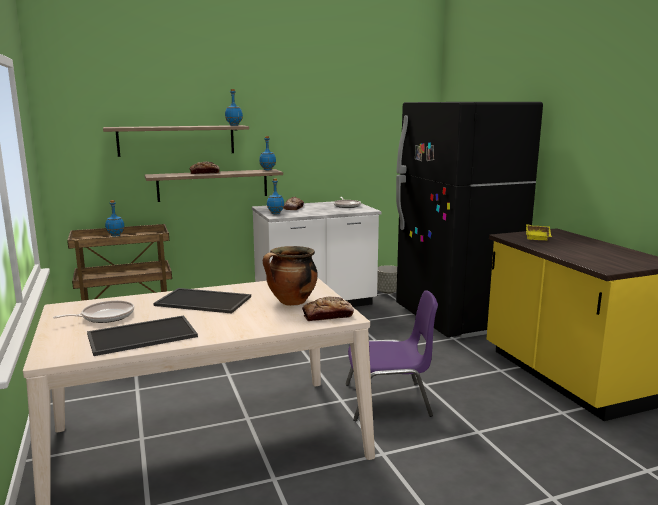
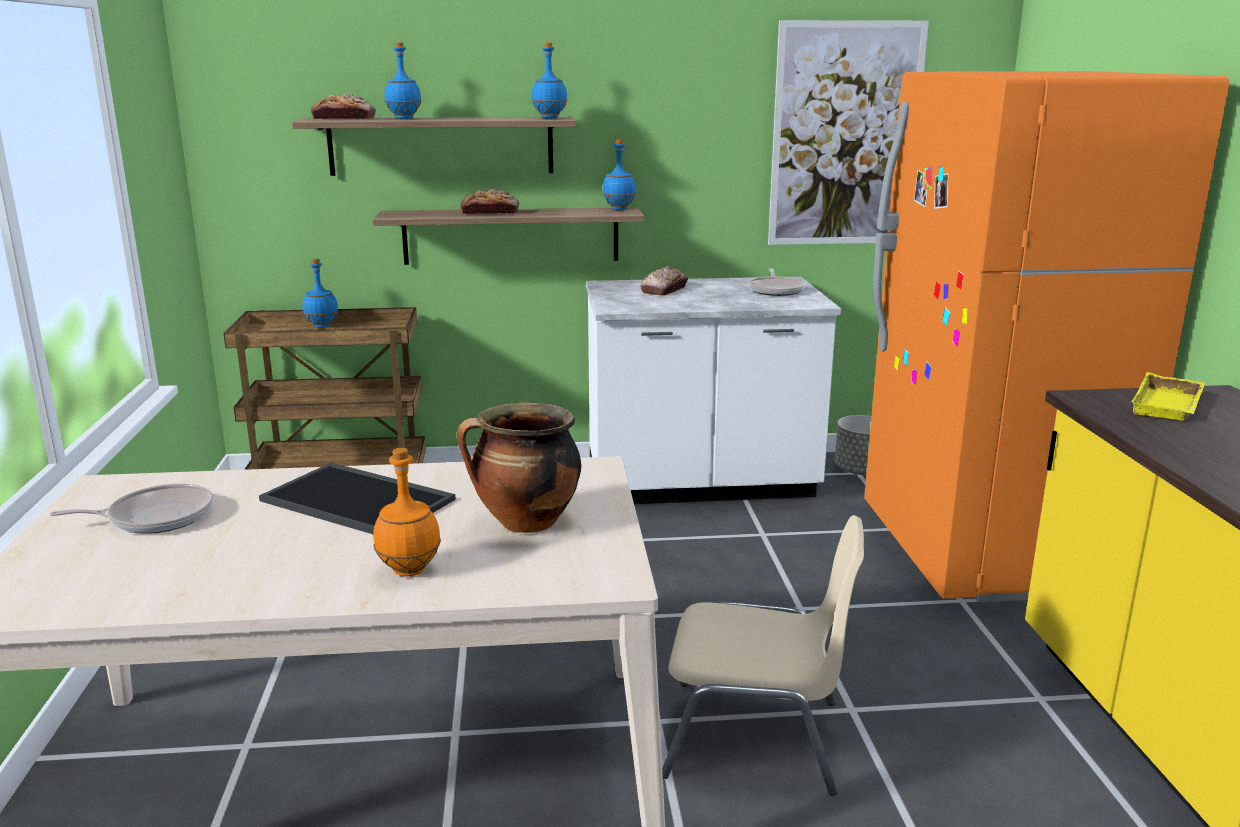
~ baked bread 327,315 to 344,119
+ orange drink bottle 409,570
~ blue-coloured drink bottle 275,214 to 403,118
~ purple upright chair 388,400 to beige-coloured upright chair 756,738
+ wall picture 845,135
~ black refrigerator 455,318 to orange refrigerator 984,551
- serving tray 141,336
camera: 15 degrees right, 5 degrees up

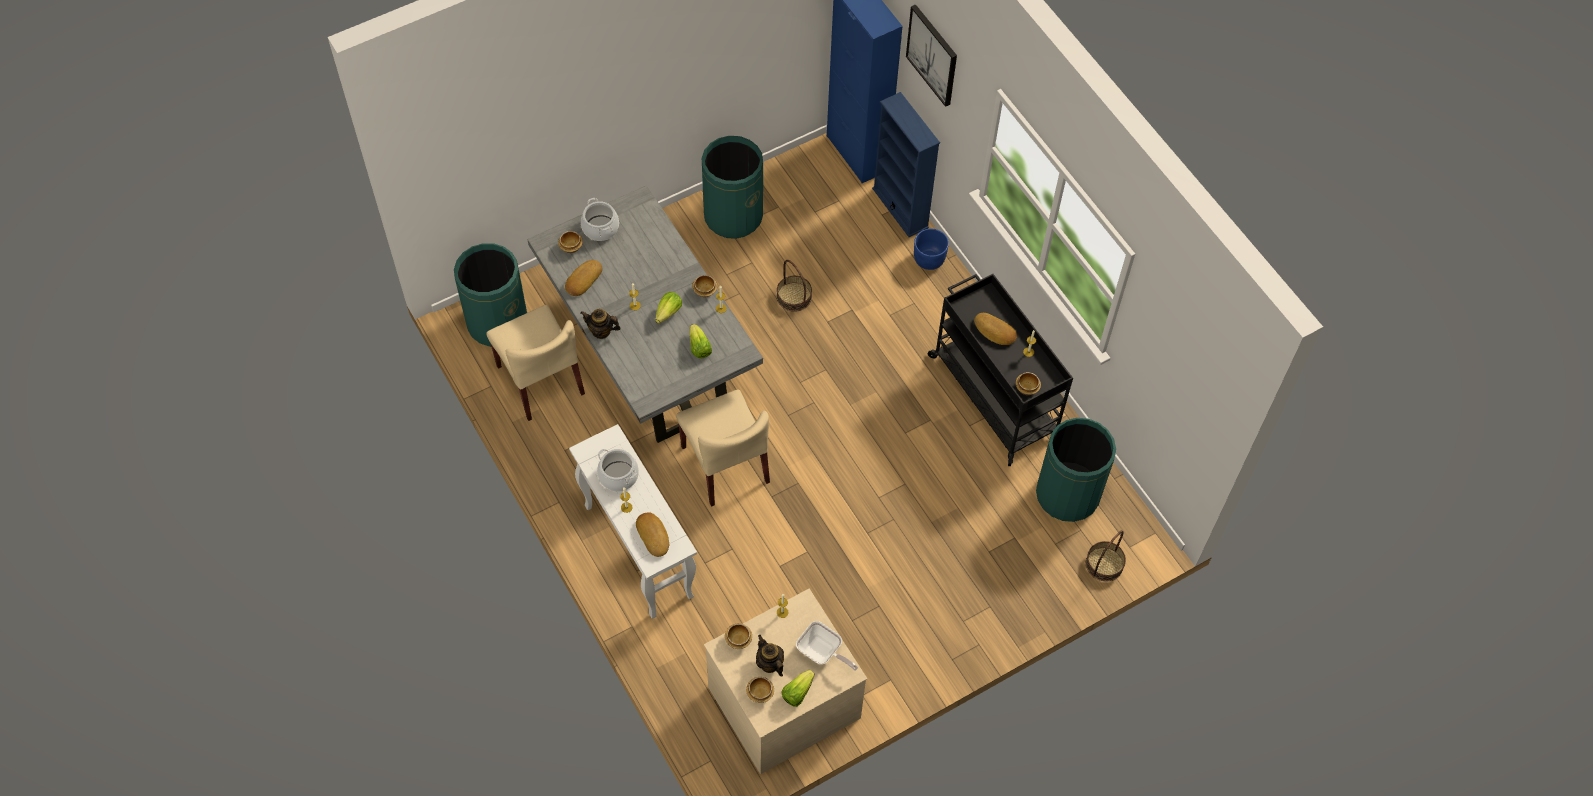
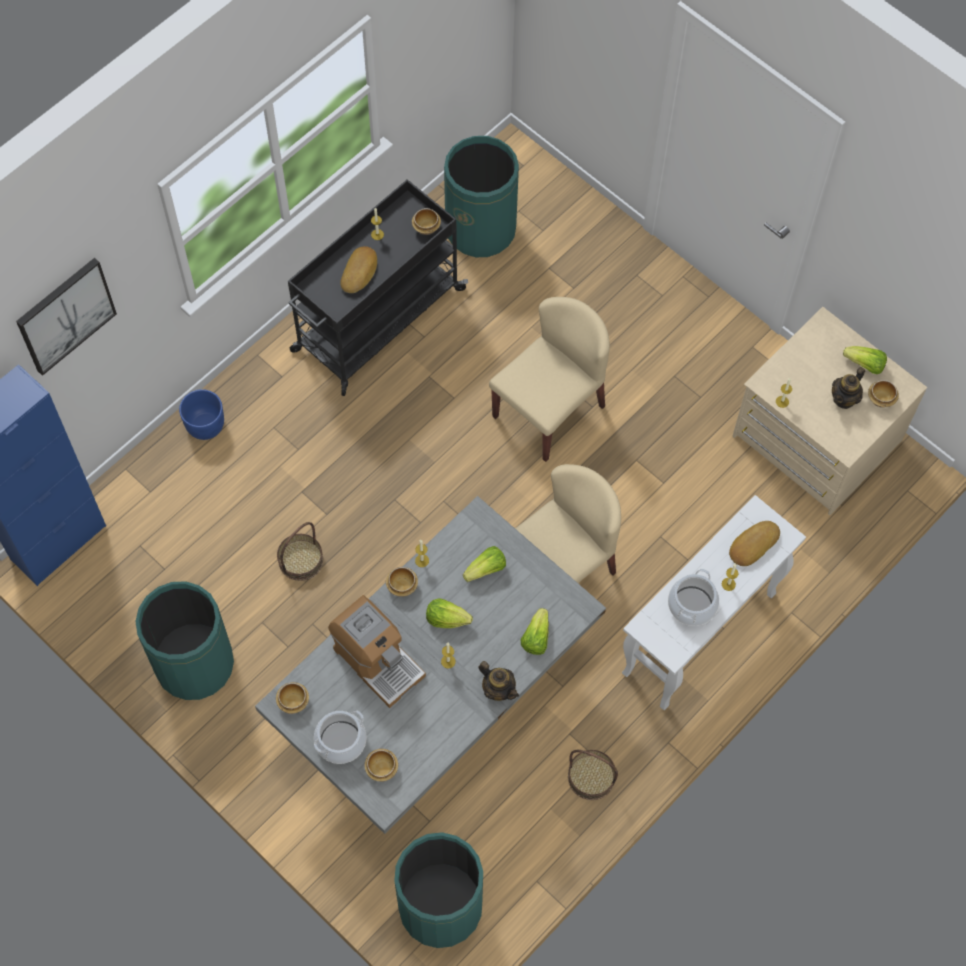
~ serving bowl 738,639 to 292,702
+ coffee maker 377,661
~ tea pot 601,331 = 498,689 45 degrees counterclockwise
~ beige-coloured upright chair 540,380 to 549,410
+ lettuce 536,638
~ storage basket 1104,564 to 591,777
- baked bread 583,279
- skillet 822,653
- blue-coloured shelving unit 900,208
camera: 105 degrees left, 5 degrees up

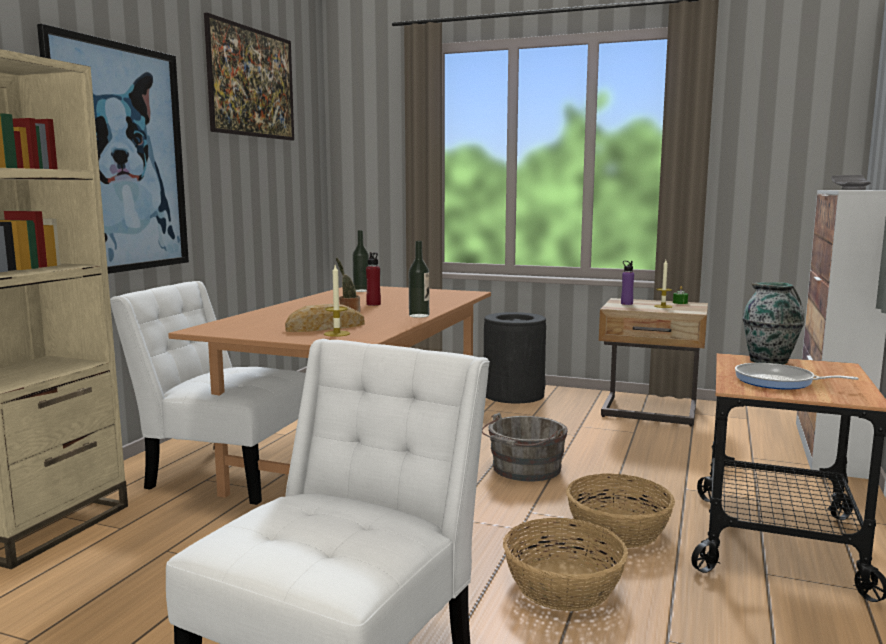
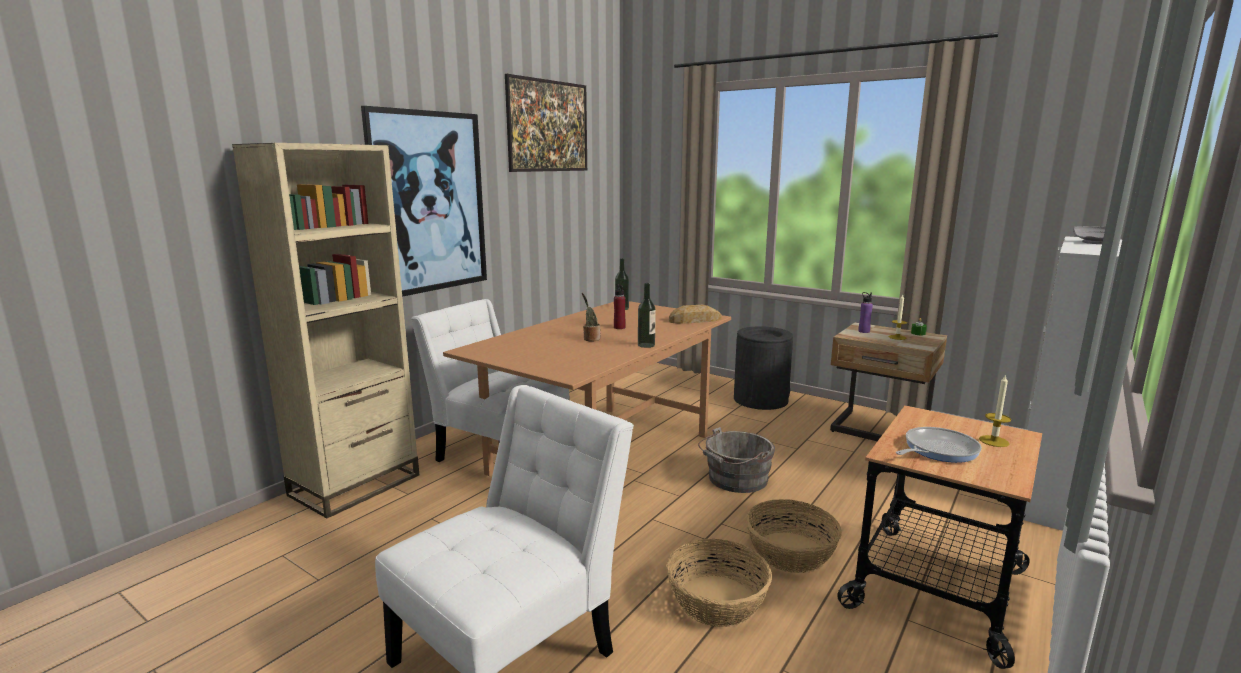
~ baked bread 325,327 to 695,320
~ skillet 778,382 = 937,450 105 degrees clockwise
~ candle 337,334 to 994,441
- flower vase 770,361
camera: 15 degrees right, 5 degrees up

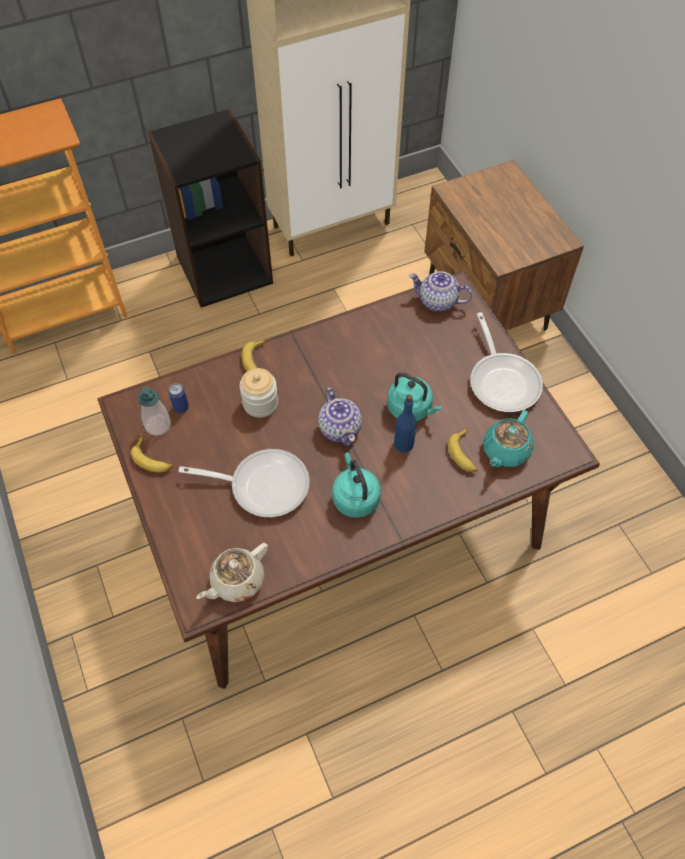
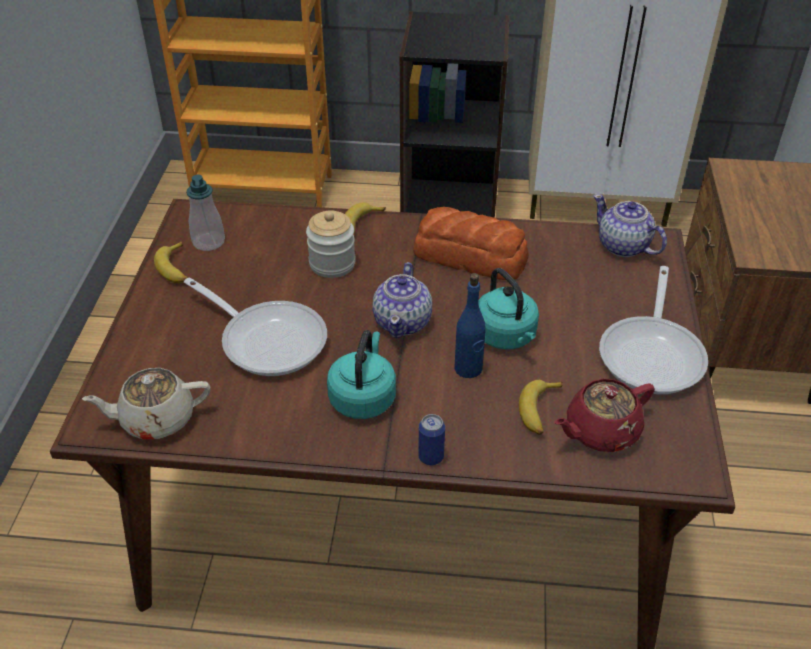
+ baked bread 471,256
~ can 181,407 to 431,457
~ blue-green tea pot 505,451 to red-coloured tea pot 600,431
camera: 30 degrees right, 15 degrees down

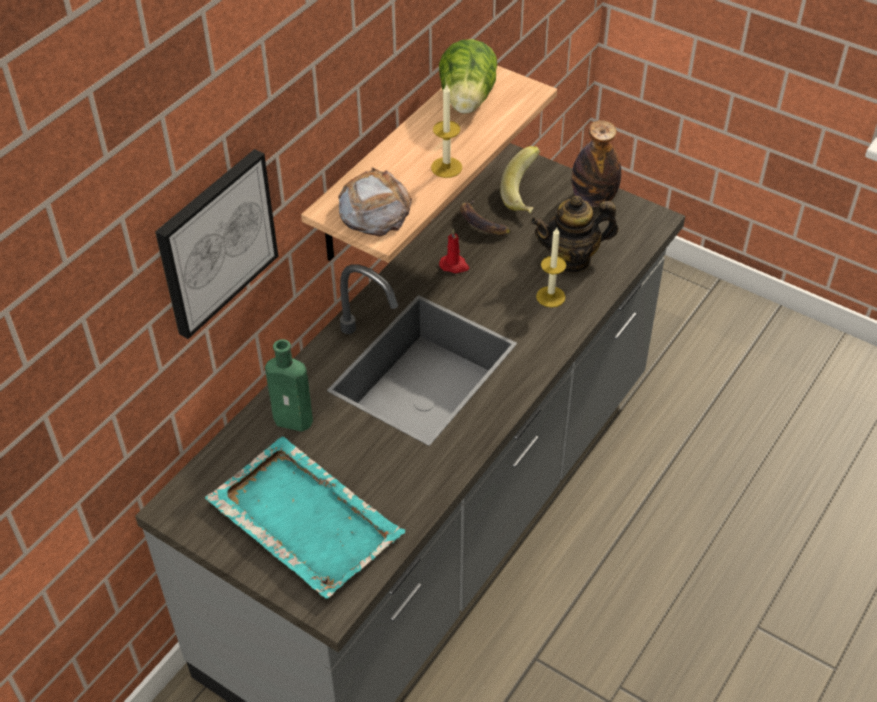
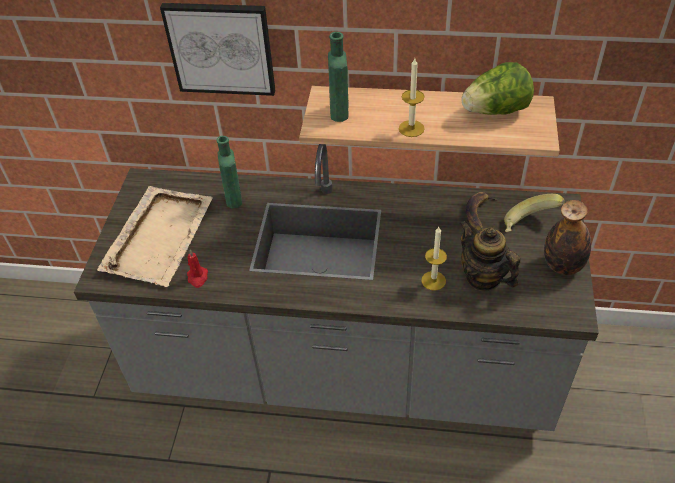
~ blue-green serving tray 303,518 to beige-coloured serving tray 159,236
~ red-coloured candle 454,265 to 197,278
~ baked bread 374,210 to green drink bottle 339,113
camera: 65 degrees right, 0 degrees up

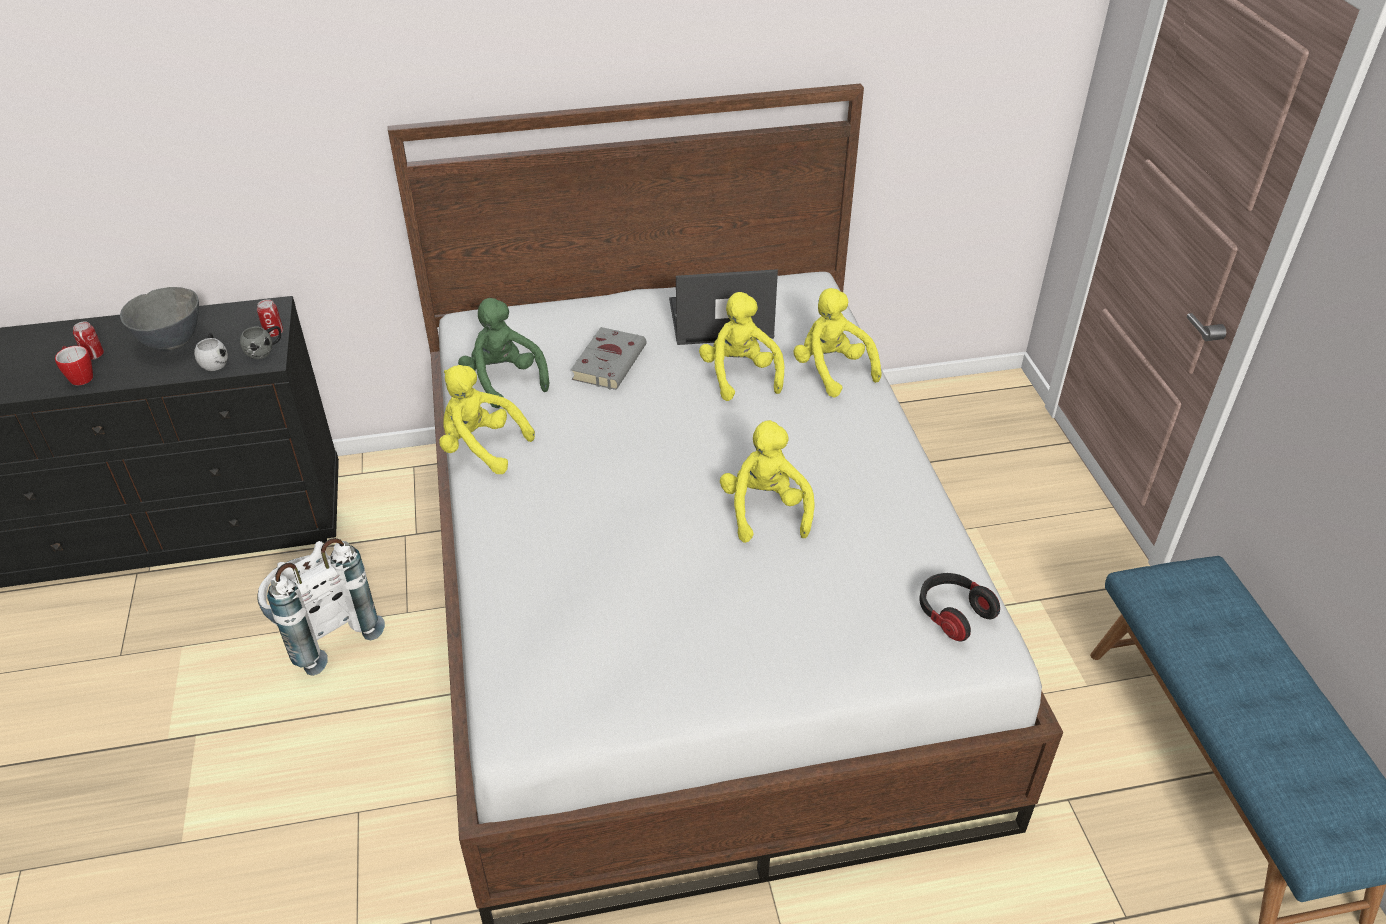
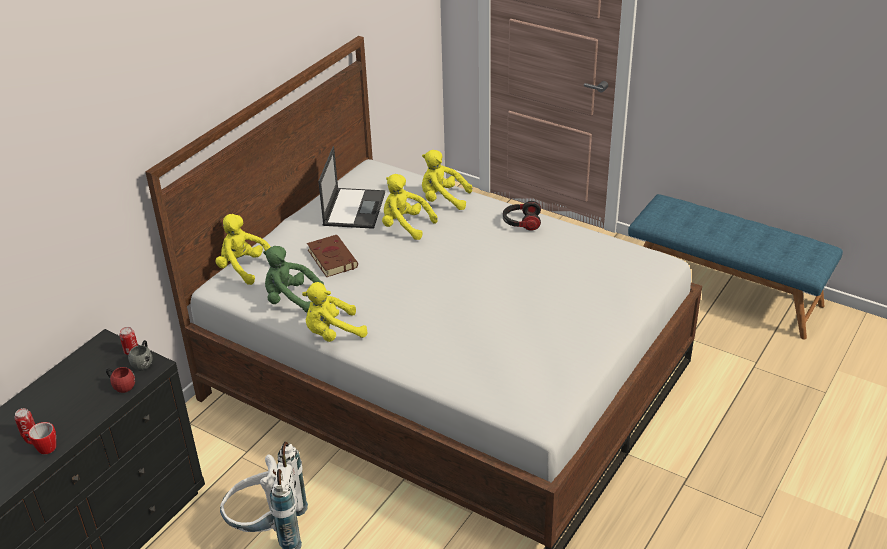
~ white-coloured coffee mug 215,361 to red-coloured coffee mug 121,385
~ yellow cuddly toy 765,510 to 244,268
~ greyish bound book 609,361 to brown bound book 331,258
~ notebook computer 719,319 = 354,208 150 degrees clockwise
~ pair of headphones 952,614 to 521,223
- greyish serving bowl 171,343
camera: 45 degrees left, 5 degrees down

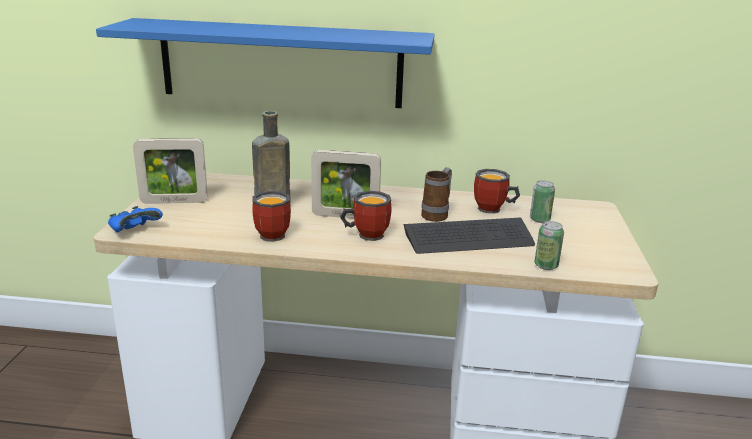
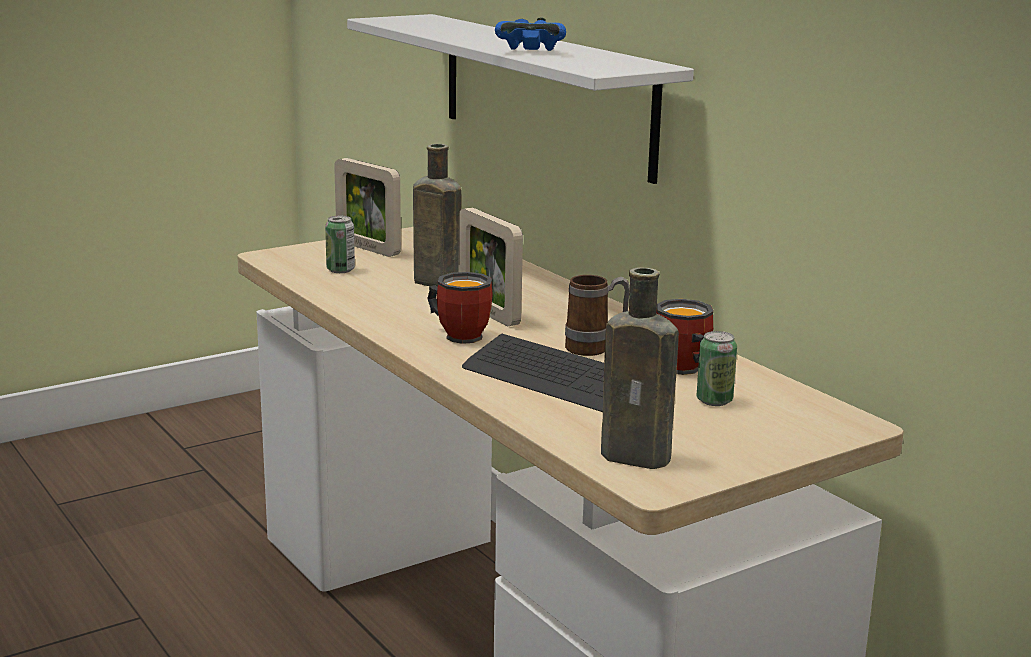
~ can 546,265 to 340,270
~ blue-coloured wall shelf 281,63 to white-coloured wall shelf 545,93
~ blue-coloured joypad 134,231 to 531,52
+ brown drink bottle 640,458
- coffee mug 272,233
camera: 50 degrees right, 5 degrees down

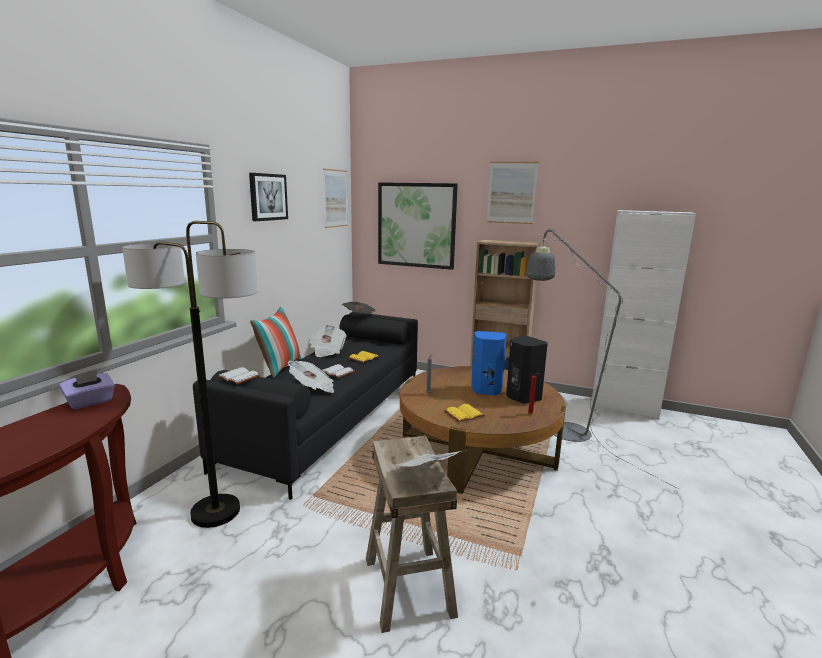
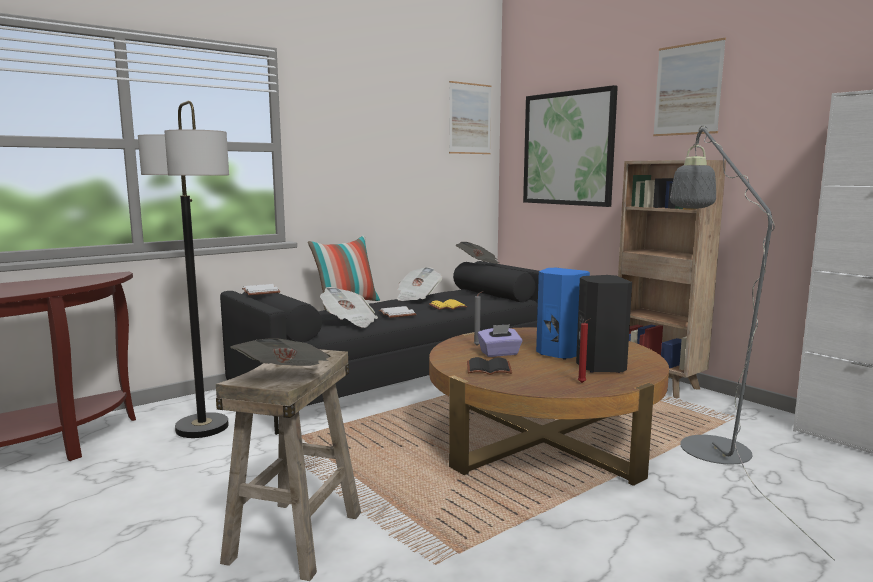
~ yellow bound book 464,414 to black bound book 489,368
~ purple tissue holder 90,402 to 499,353
- wall picture 268,197
camera: 30 degrees right, 5 degrees down

